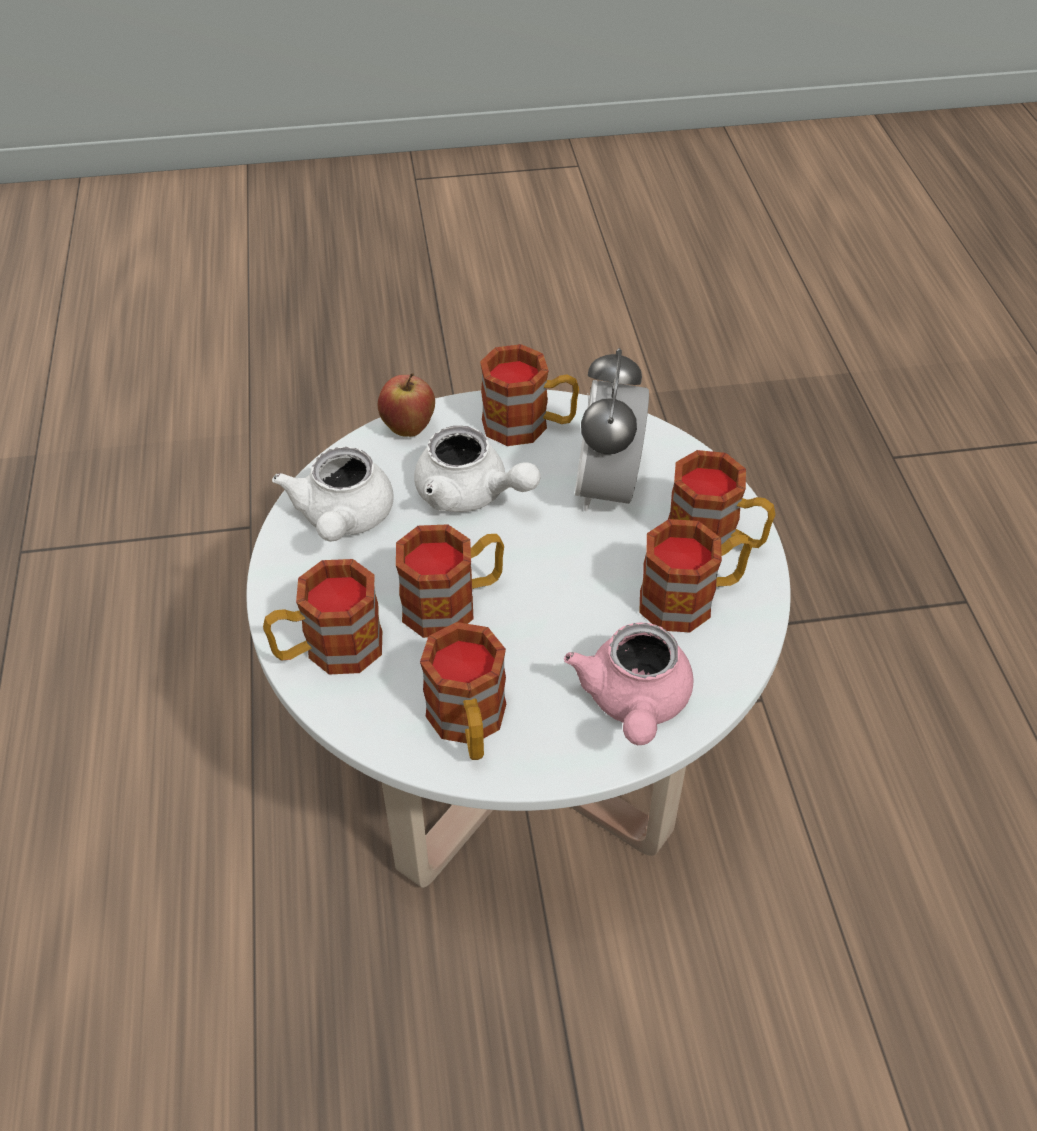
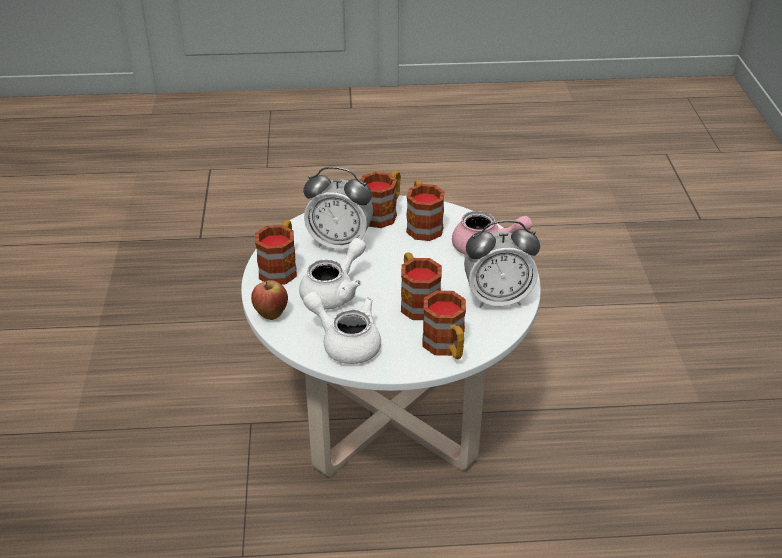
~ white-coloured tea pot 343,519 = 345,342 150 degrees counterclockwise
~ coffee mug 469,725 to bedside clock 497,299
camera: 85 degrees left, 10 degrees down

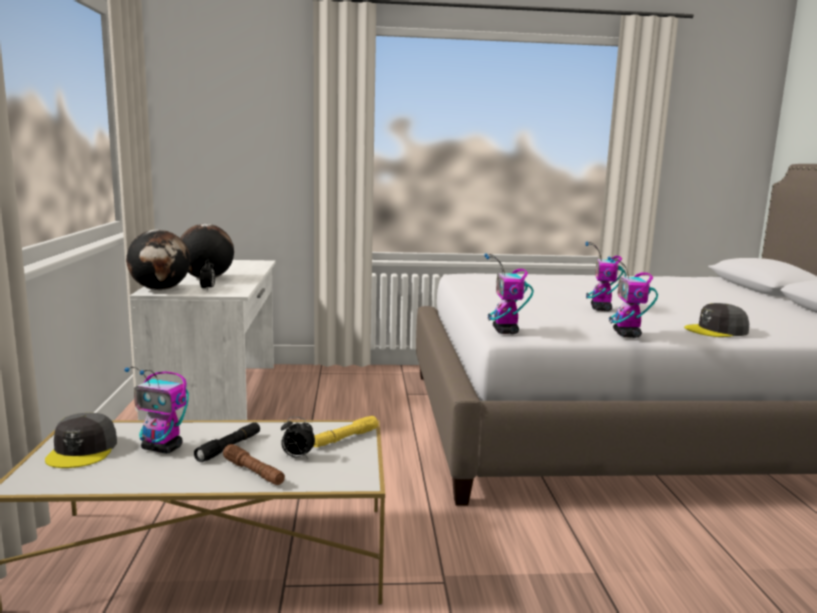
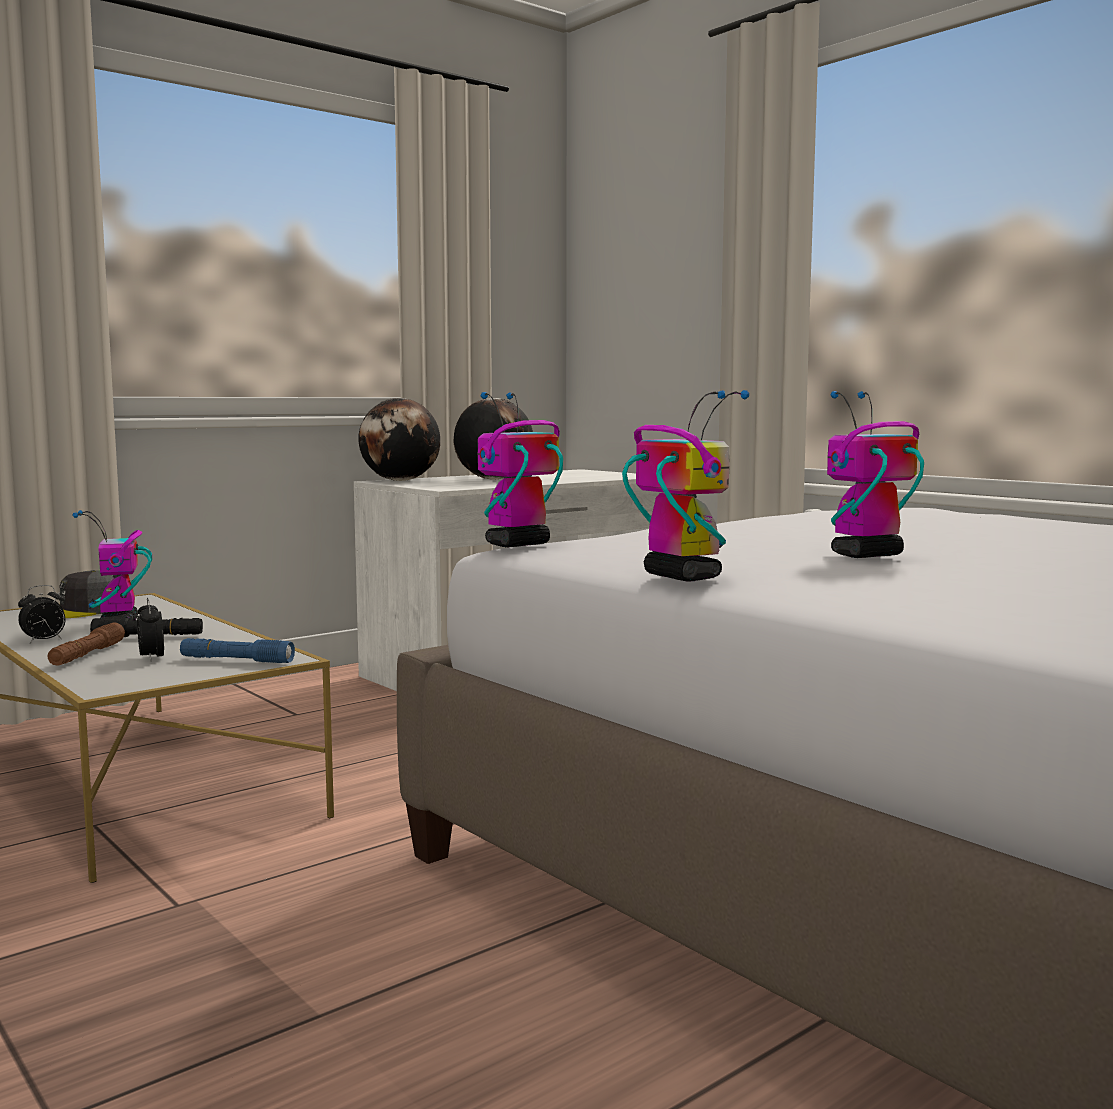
~ bedside clock 208,289 to 44,641
~ yellow torch 344,438 to blue-coloured torch 236,660
~ toy robot 627,334 = 680,576 90 degrees clockwise
- greyish cap 716,330
camera: 55 degrees right, 5 degrees down

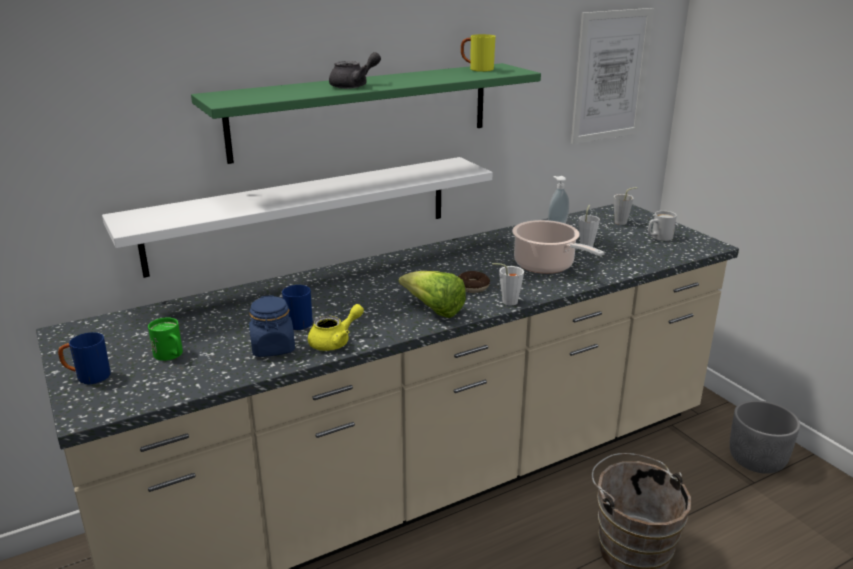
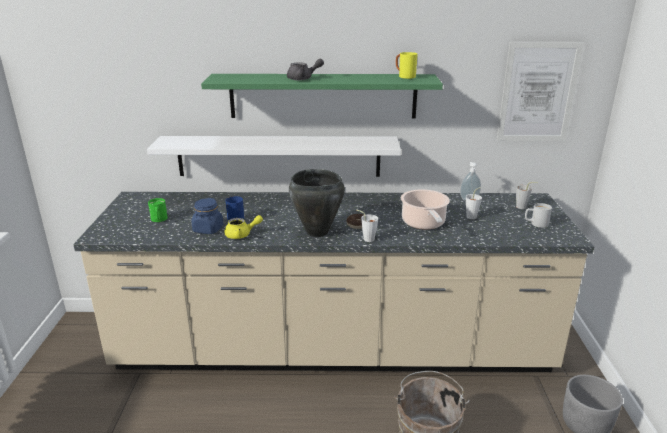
~ lettuce 434,310 to black saucepot 317,232
- blue-coloured coffee mug 87,377
camera: 30 degrees right, 0 degrees up

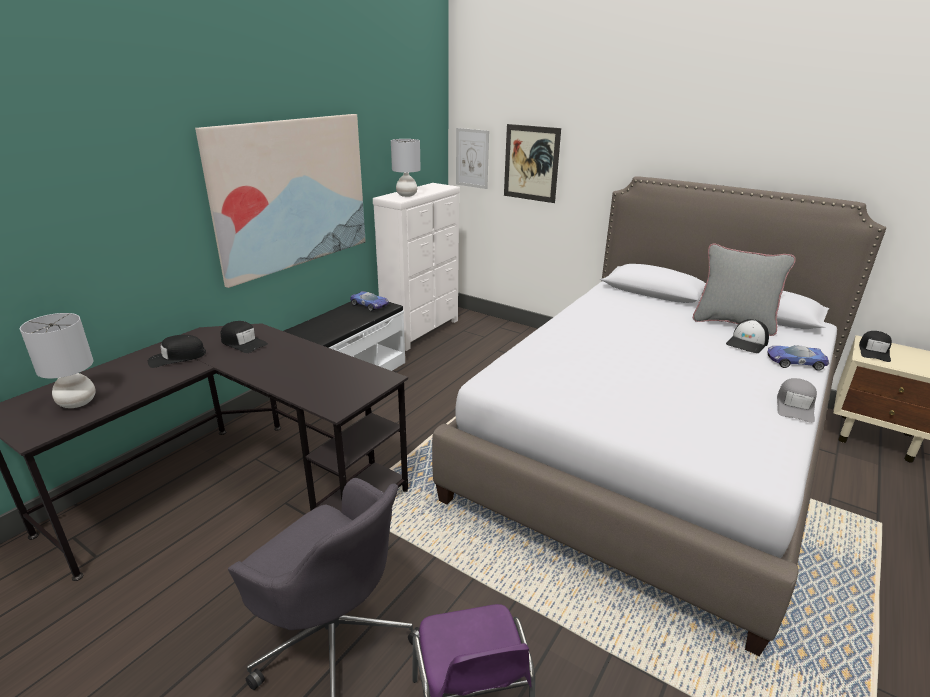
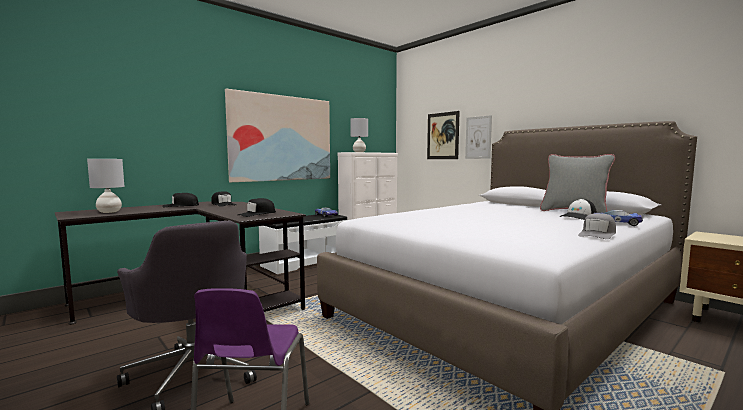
~ black cap 874,351 to 257,214
~ wall picture 472,158 to 478,137
camera: 15 degrees right, 20 degrees down

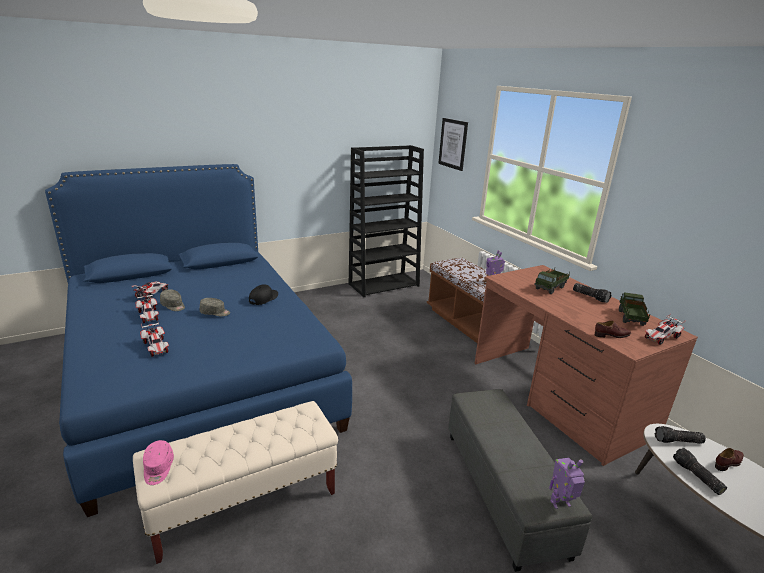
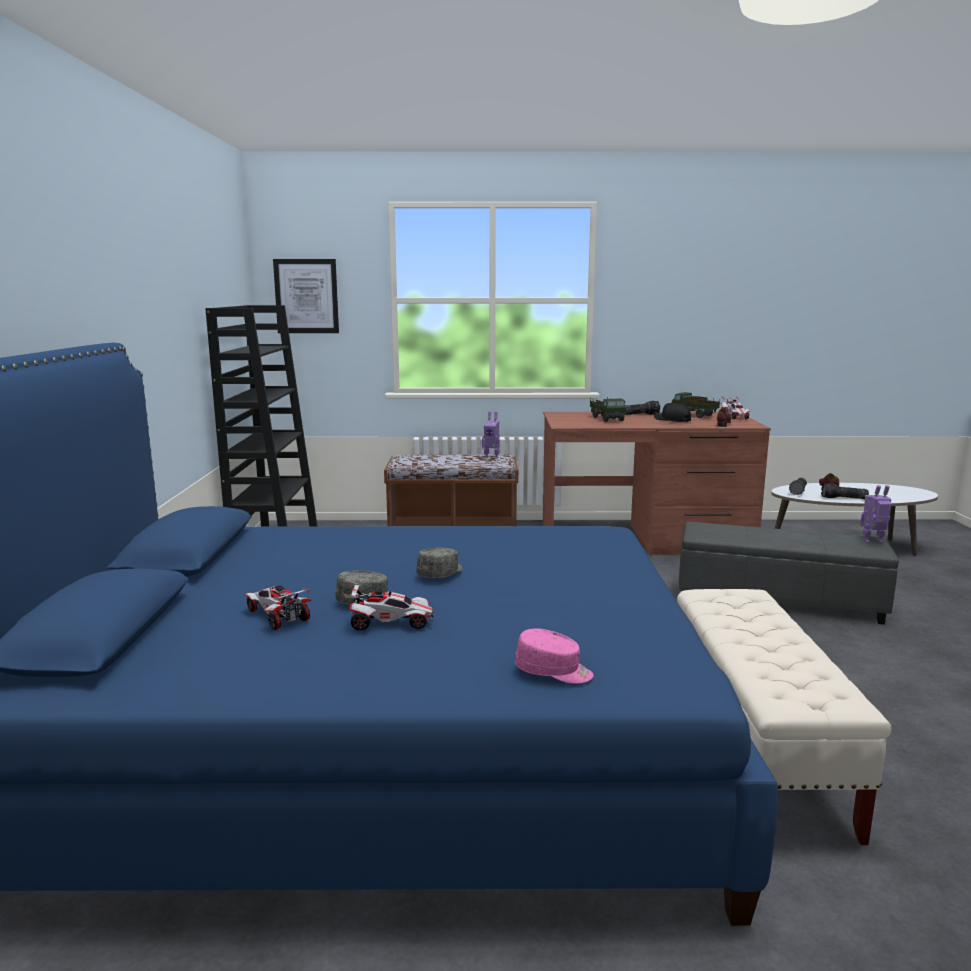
~ pinkish cap 158,468 to 554,671
~ black cap 263,298 to 672,420
~ toy robot 561,504 = 873,541 75 degrees clockwise
- miniature car 156,347
camera: 60 degrees left, 10 degrees down

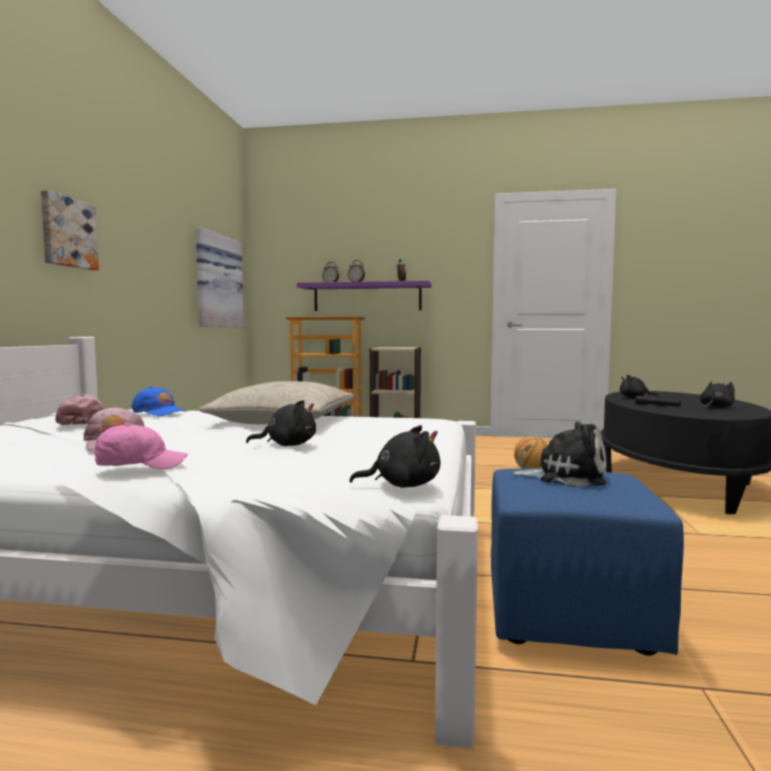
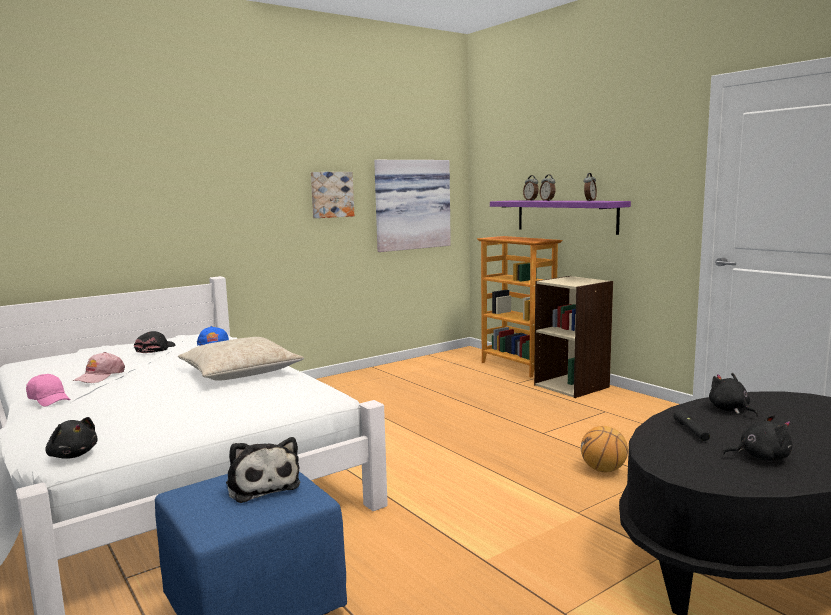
~ pinkish cap 81,421 to black cap 155,349
~ wall picture 67,232 to 331,194
- black cuddly toy 287,445
camera: 45 degrees right, 5 degrees up

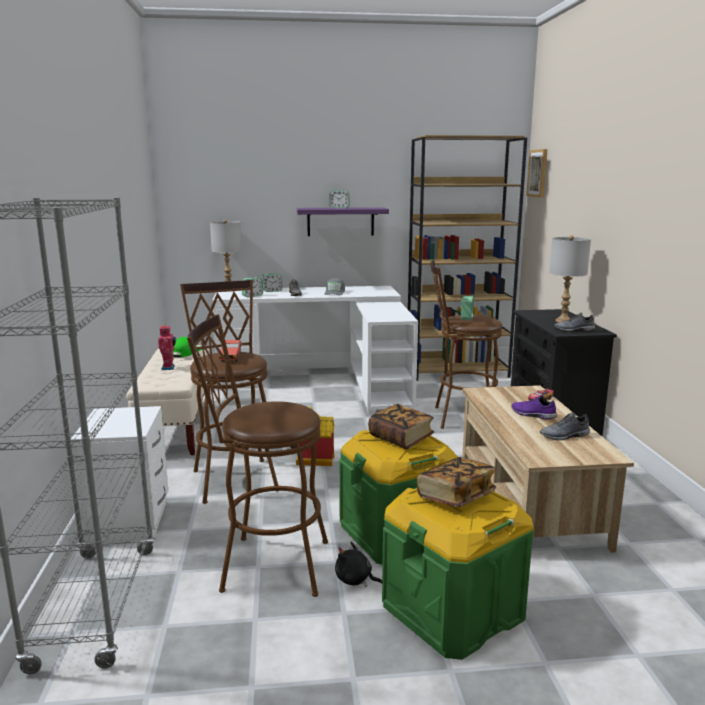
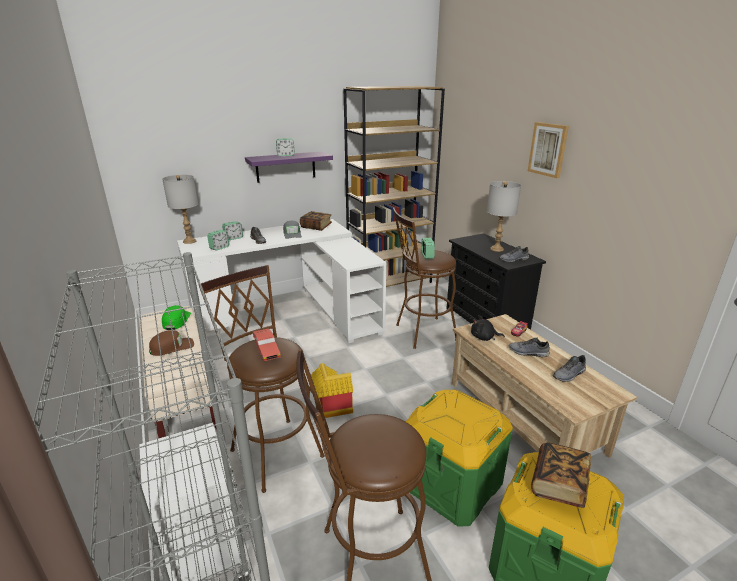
~ toy robot 169,368 to brown cap 172,347
~ bound book 401,438 to 316,227
~ black cuddly toy 355,580 to 484,338
~ purple shoe 532,415 to greyish shoe 528,353
~ wall picture 538,173 to 548,149
camera: 20 degrees left, 10 degrees up

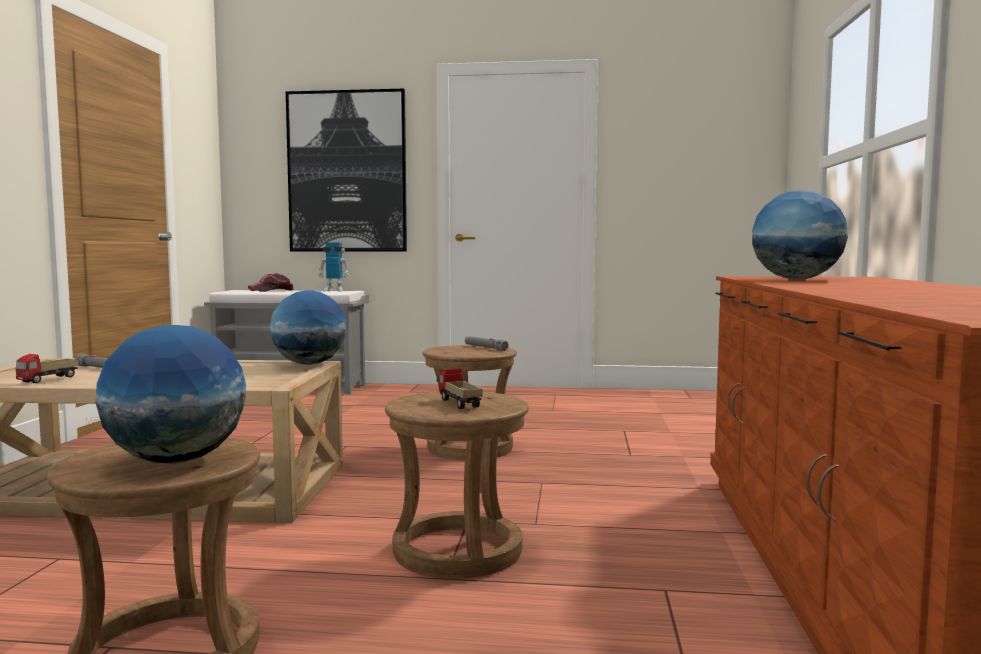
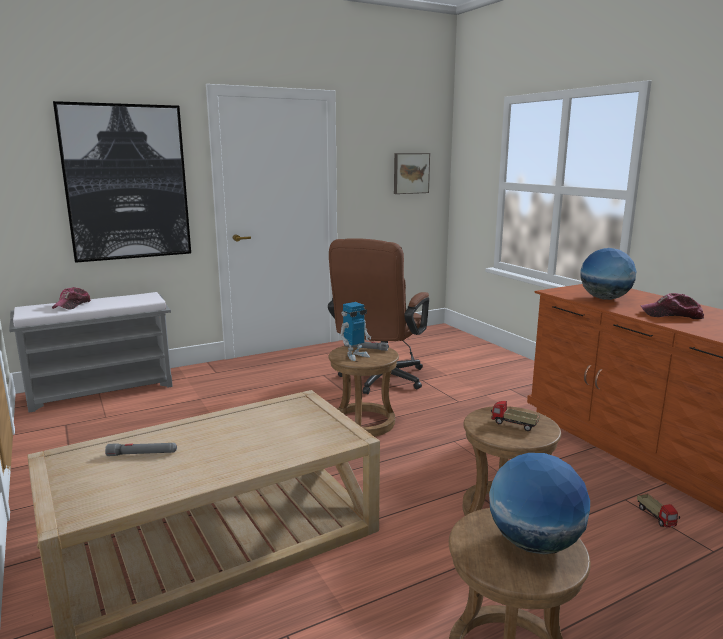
+ brown desk chair 379,381
~ toy robot 334,290 to 355,356
+ wall picture 410,173
~ toy lorry 48,380 to 656,517
+ cap 671,315
- globe 309,364
camera: 35 degrees left, 10 degrees up

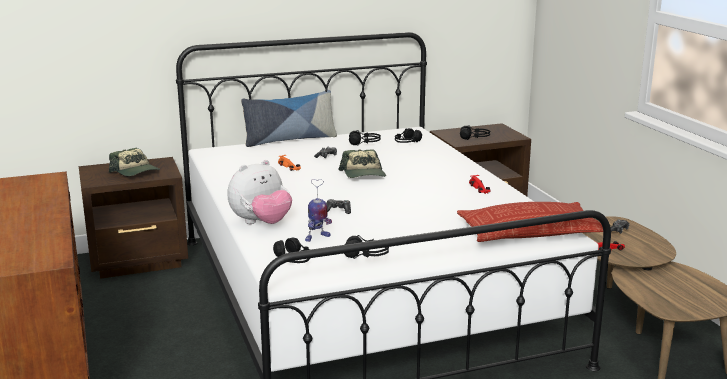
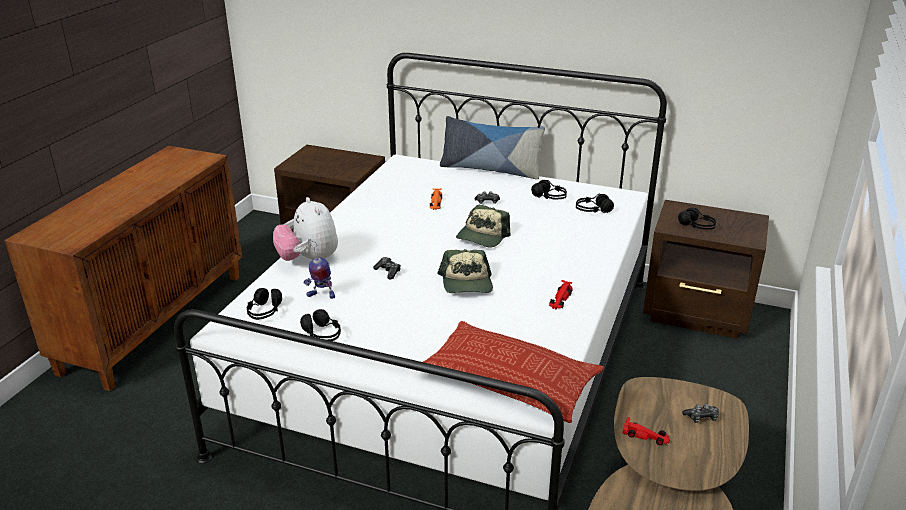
~ cuddly toy 261,223 = 309,260 60 degrees clockwise
~ cap 135,172 to 467,283
camera: 40 degrees right, 10 degrees up

